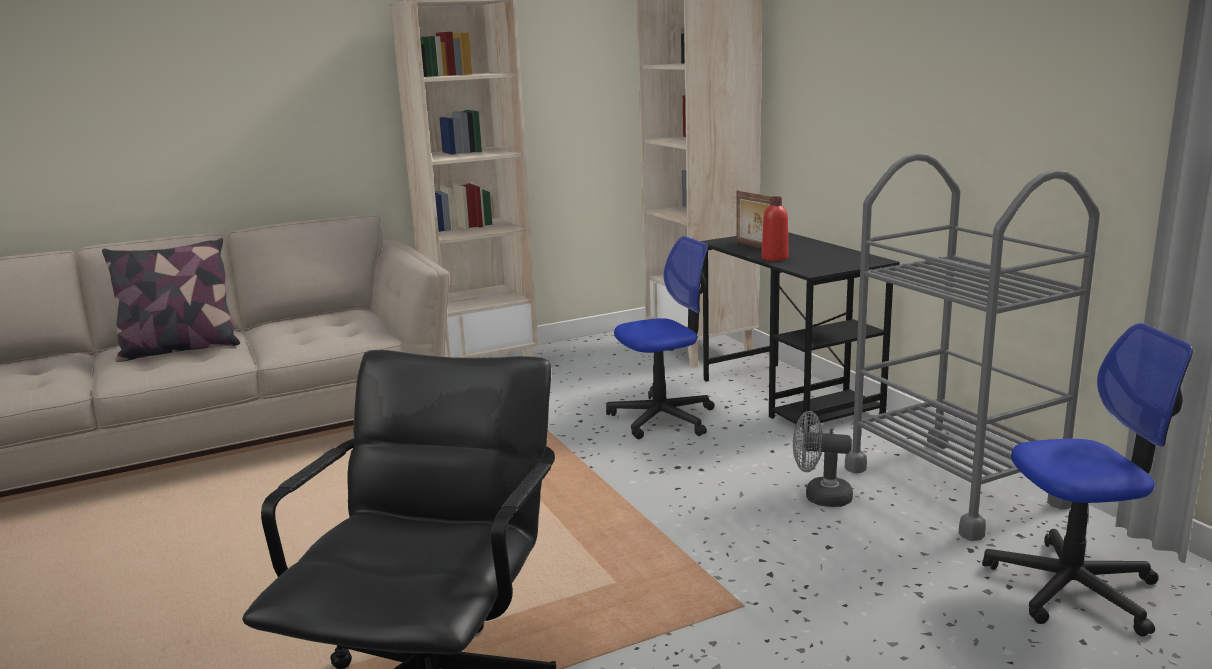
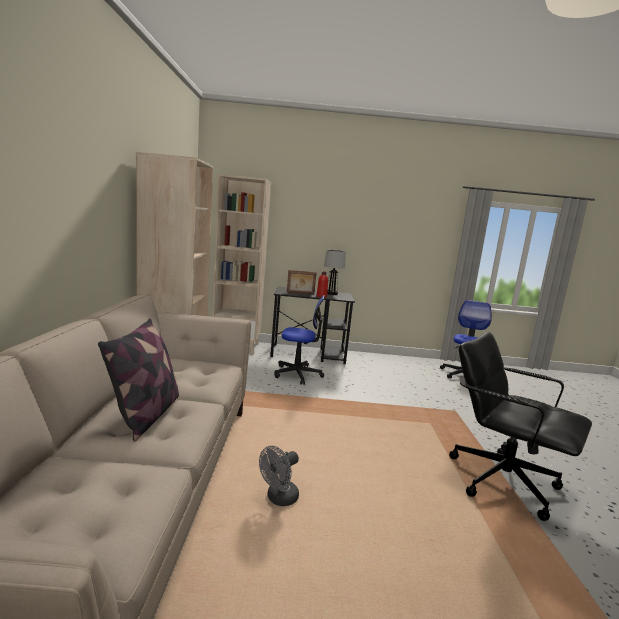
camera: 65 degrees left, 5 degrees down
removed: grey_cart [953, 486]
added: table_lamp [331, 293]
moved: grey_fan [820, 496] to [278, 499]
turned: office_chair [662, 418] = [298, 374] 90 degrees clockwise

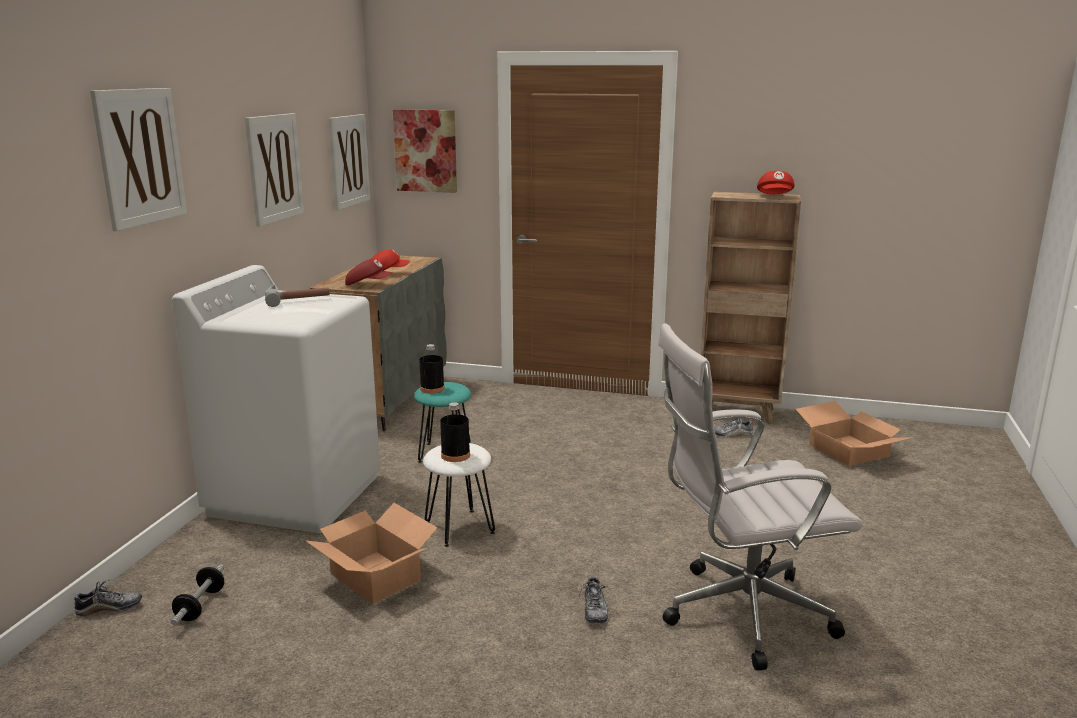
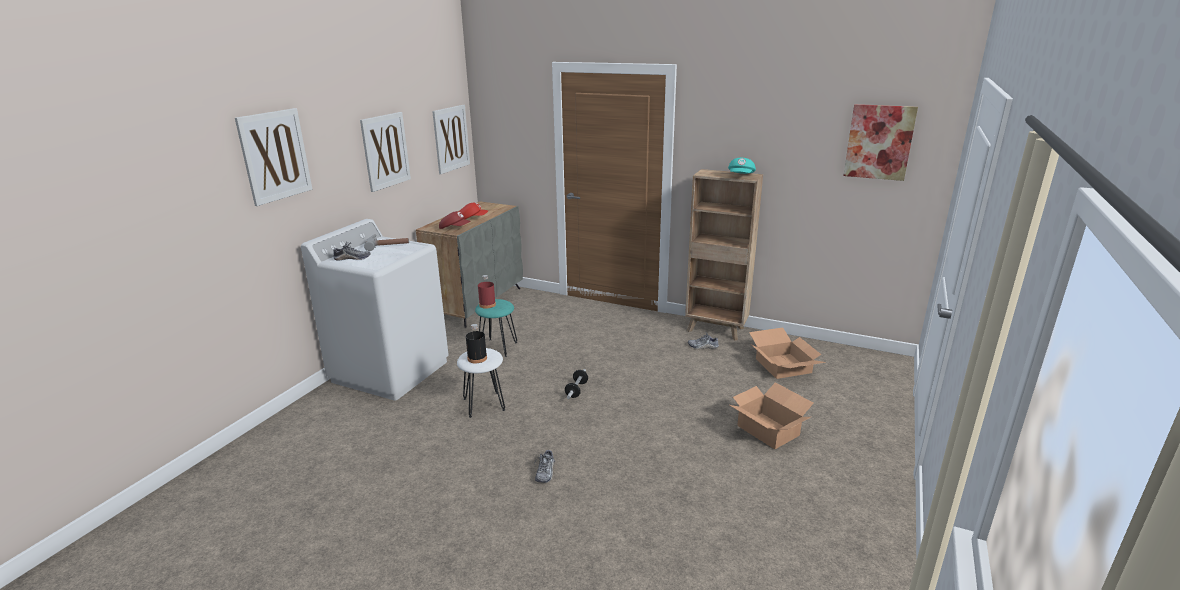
camera: 10 degrees right, 5 degrees up
removed: white_office_chair [739, 614]
moved: shoe [109, 608] to [352, 258]; dumbbell [200, 605] to [576, 390]; cardboard_box [375, 576] to [768, 430]; picture [426, 151] to [879, 142]
recoloured: black_bottle [432, 389] to red_bottle [487, 305]; red_cap [775, 197] to turquoise_cap [741, 176]

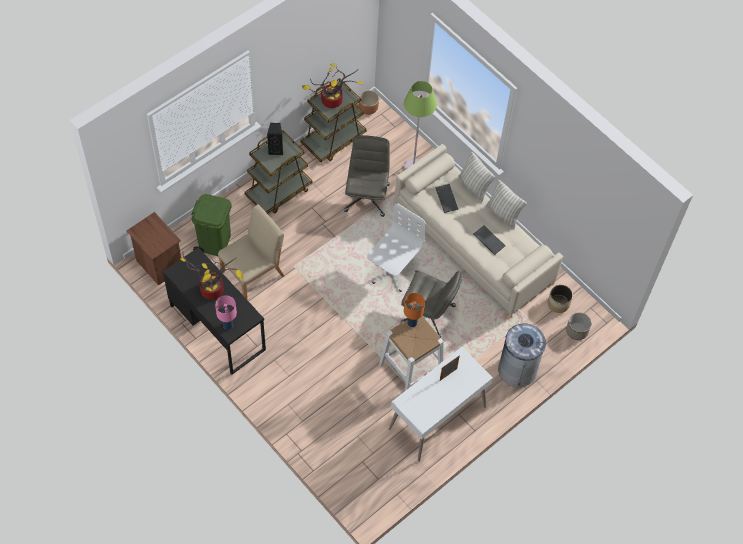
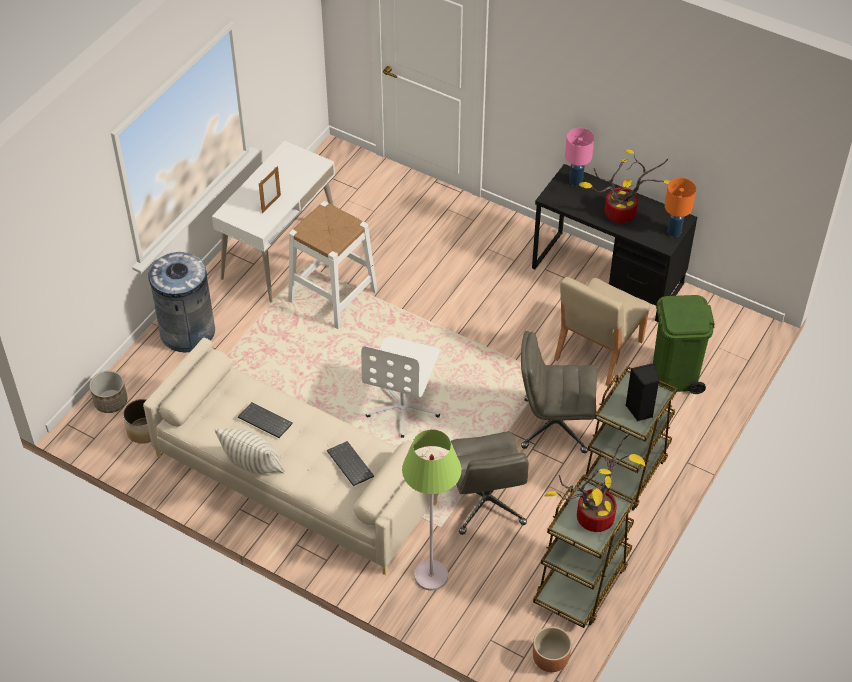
camera: 165 degrees right, 10 degrees down
removed: brown_nightstand [158, 265]; pillow [474, 187]
moved: grey_office_chair [429, 314] to [554, 426]; orange_table_lamp [412, 323] to [673, 231]

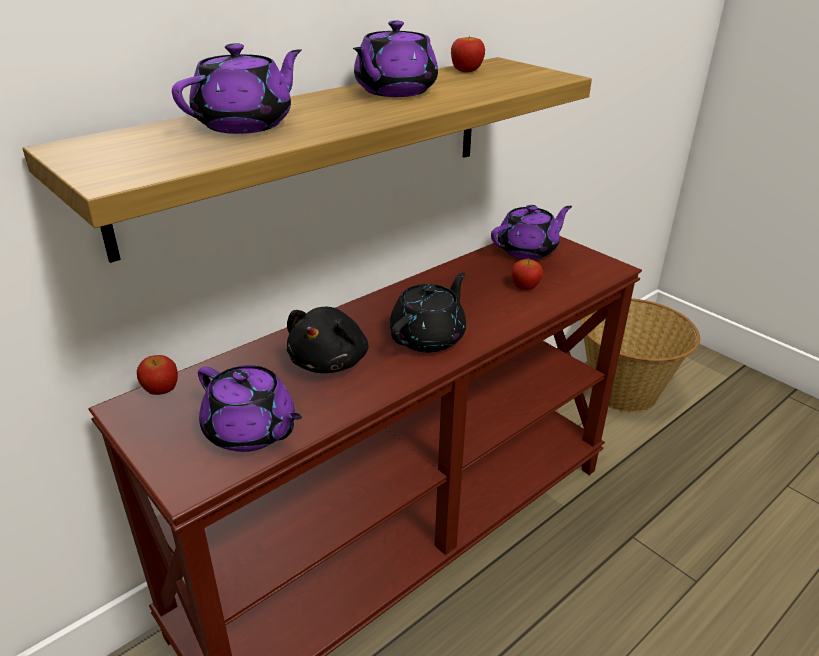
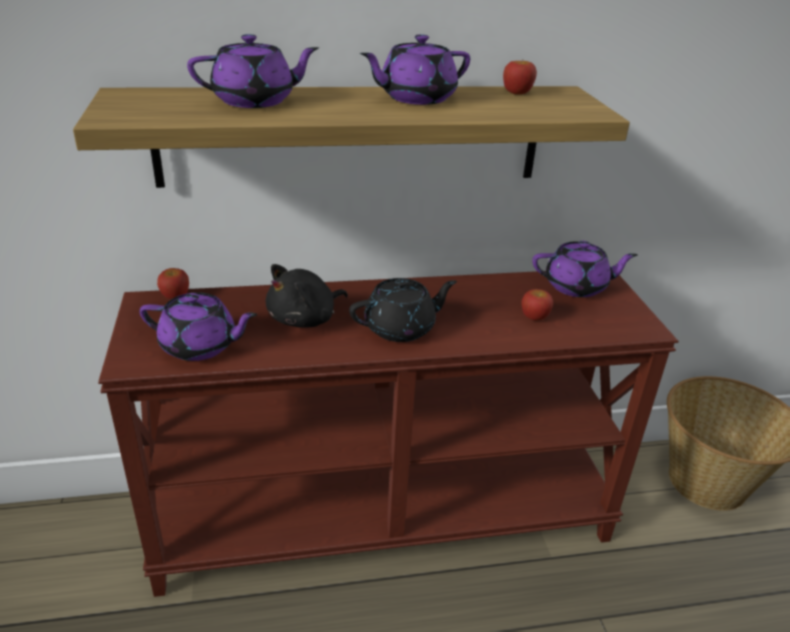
camera: 30 degrees right, 0 degrees up
turned: purple_teapot [251, 431] = [200, 346] 60 degrees counterclockwise

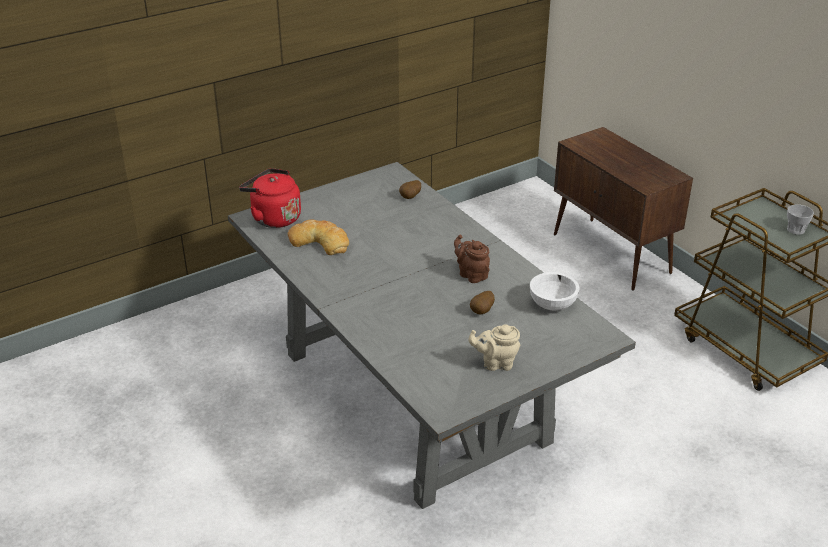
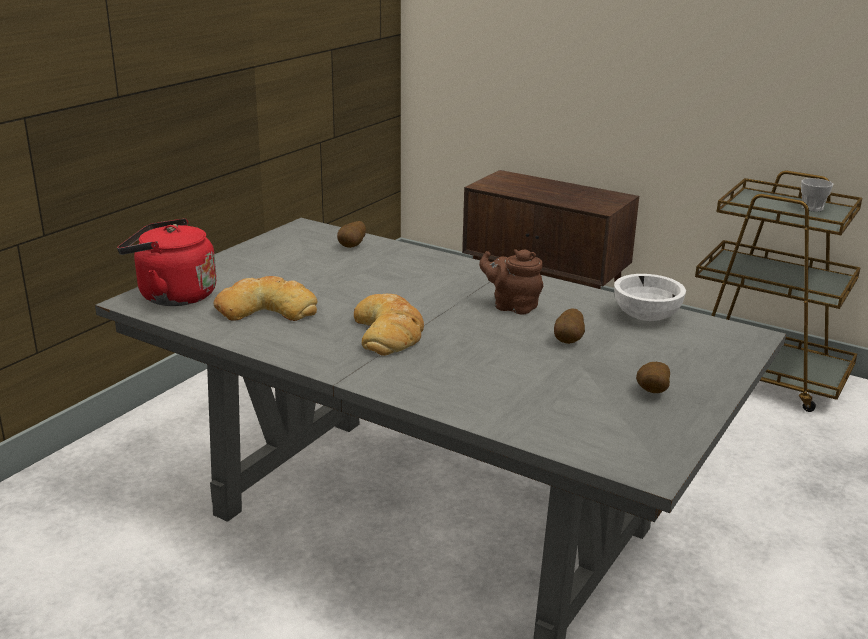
camera: 25 degrees left, 10 degrees down
added: bread [389, 332]
replaced: beige_teapot [495, 363] to potato [651, 393]

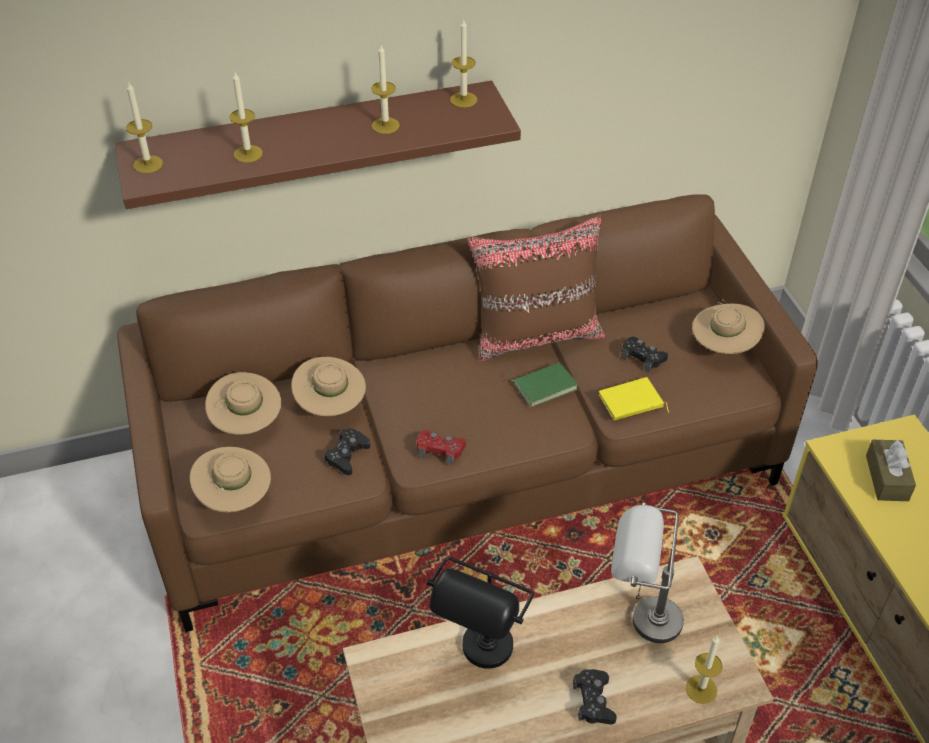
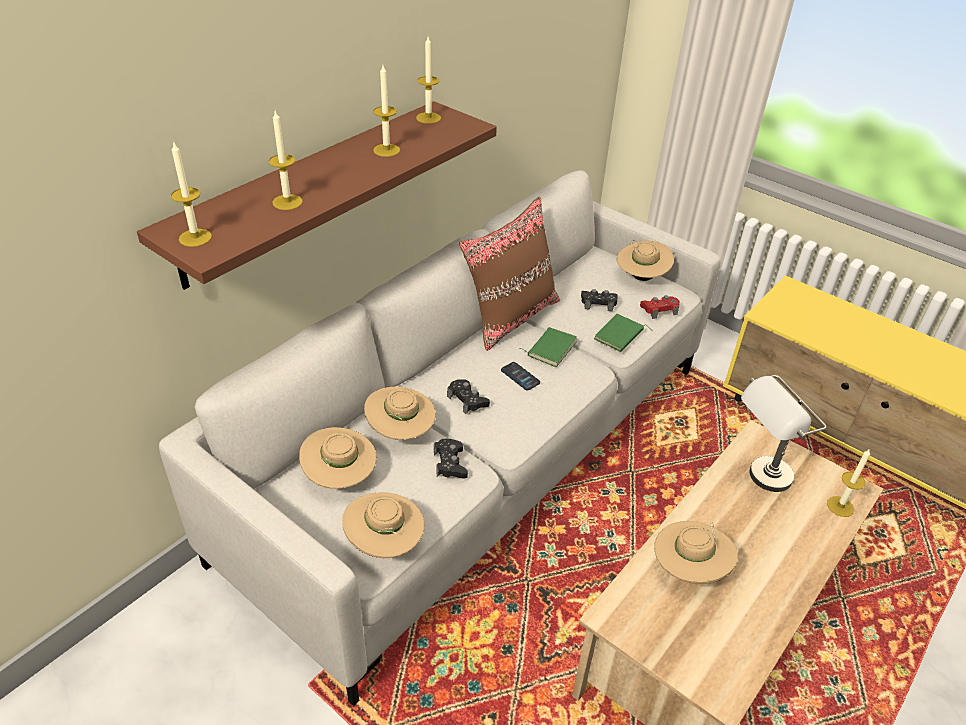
camera: 35 degrees left, 5 degrees down
removed: brown_tissue_box [886, 478]
added: phone [520, 376]
moved: red_game_controller [440, 450] to [659, 310]; black_game_controller [593, 701] to [467, 400]
replaced: black_table_lamp [481, 661] to beige_hat [689, 569]
recoloured: brown_sofa [464, 470] to grey_sofa [478, 457]; yellow_book [631, 403] to green_book [620, 336]

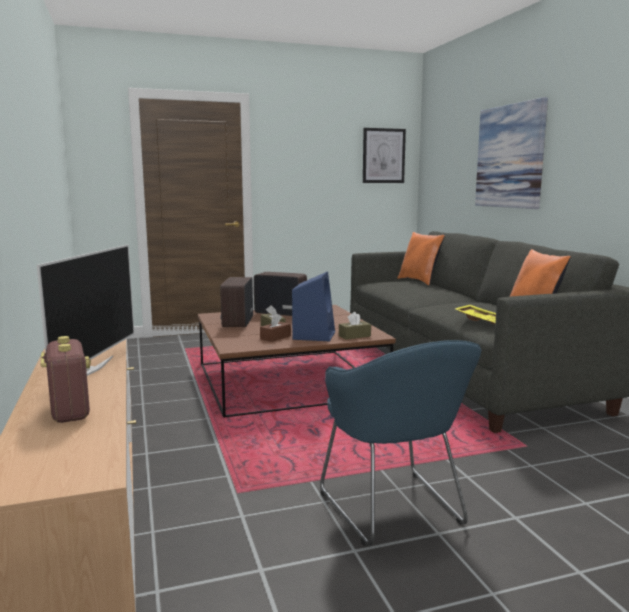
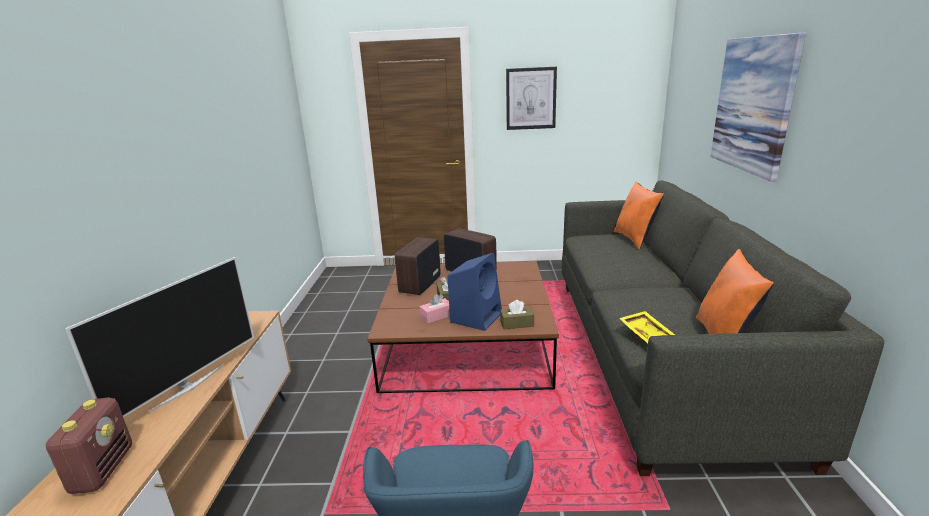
camera: 20 degrees right, 10 degrees up
moved: picture [383, 156] to [531, 98]
recoloured: brown_tissue_box [275, 337] to pink_tissue_box [437, 316]

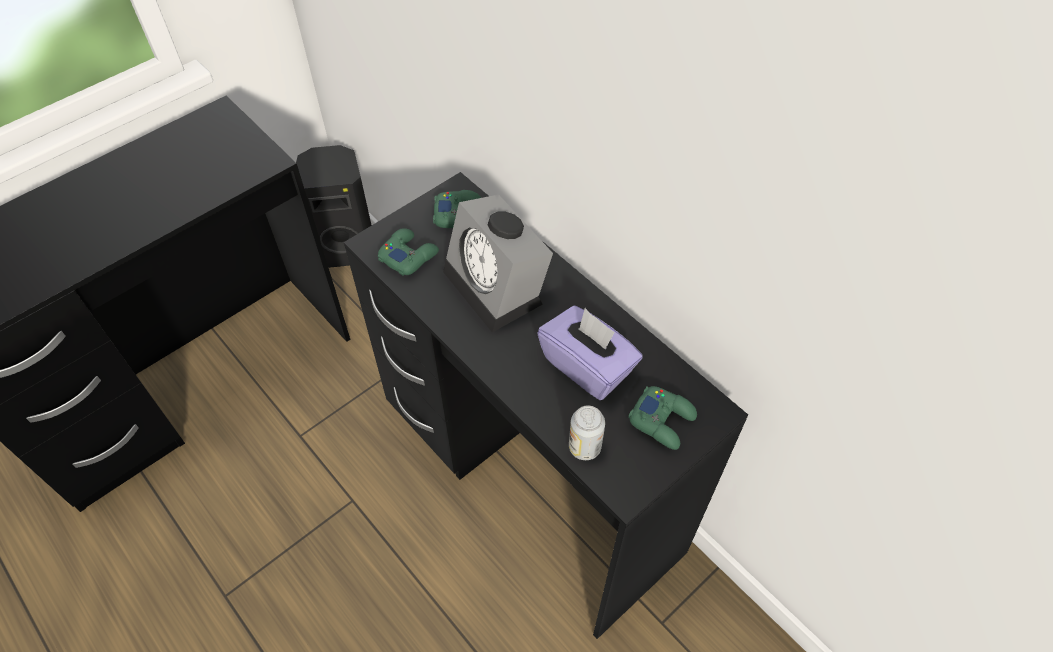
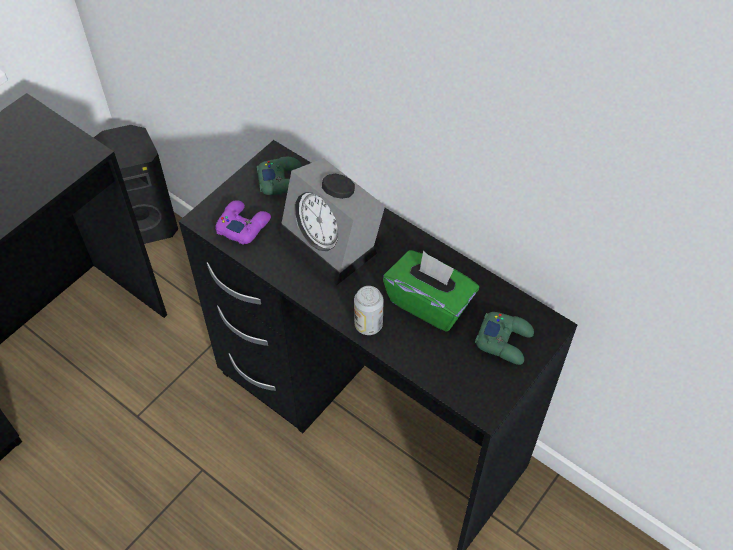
camera: 10 degrees left, 0 degrees up
moved: can [584, 447] to [368, 325]
recoloured: green_game_controller [408, 255] to purple_game_controller [243, 225]; purple_tissue_box [588, 366] to green_tissue_box [429, 303]

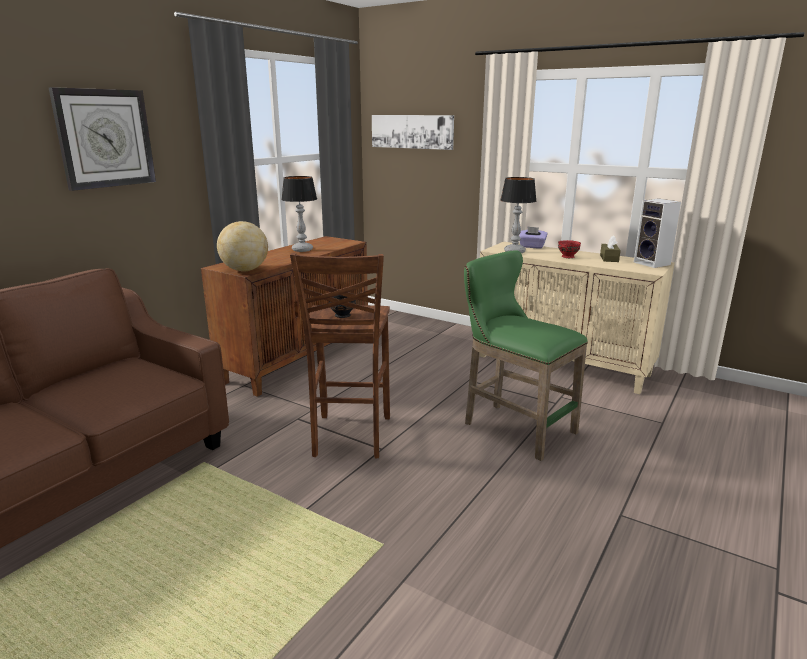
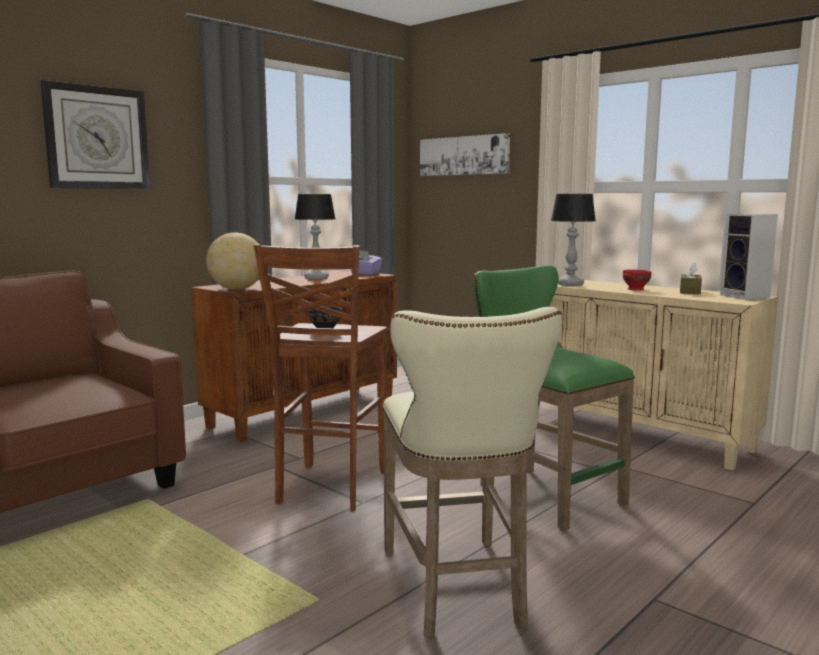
camera: 10 degrees right, 10 degrees down
added: beige_stool [456, 590]
moved: purple_tissue_box [532, 247] to [365, 273]

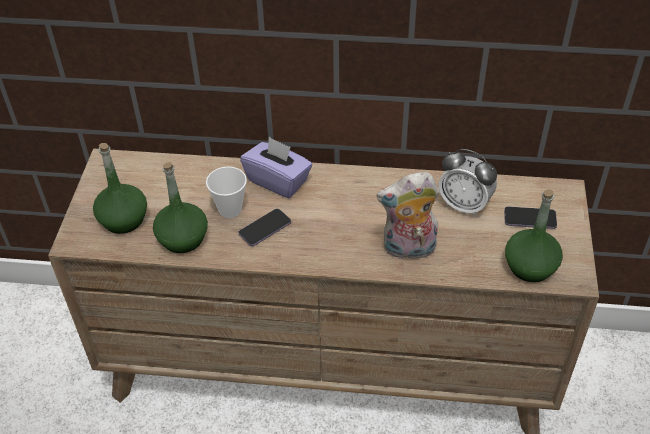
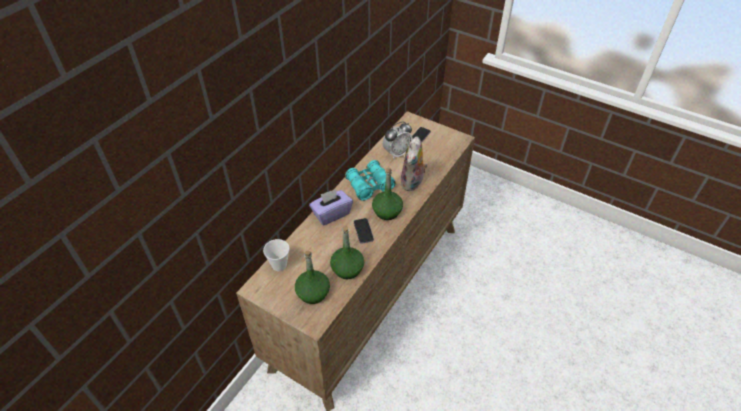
camera: 65 degrees left, 0 degrees up
added: turquoise_binoculars [369, 185]
moved: cup [230, 209] to [279, 265]; green_bottle [530, 266] to [387, 212]

